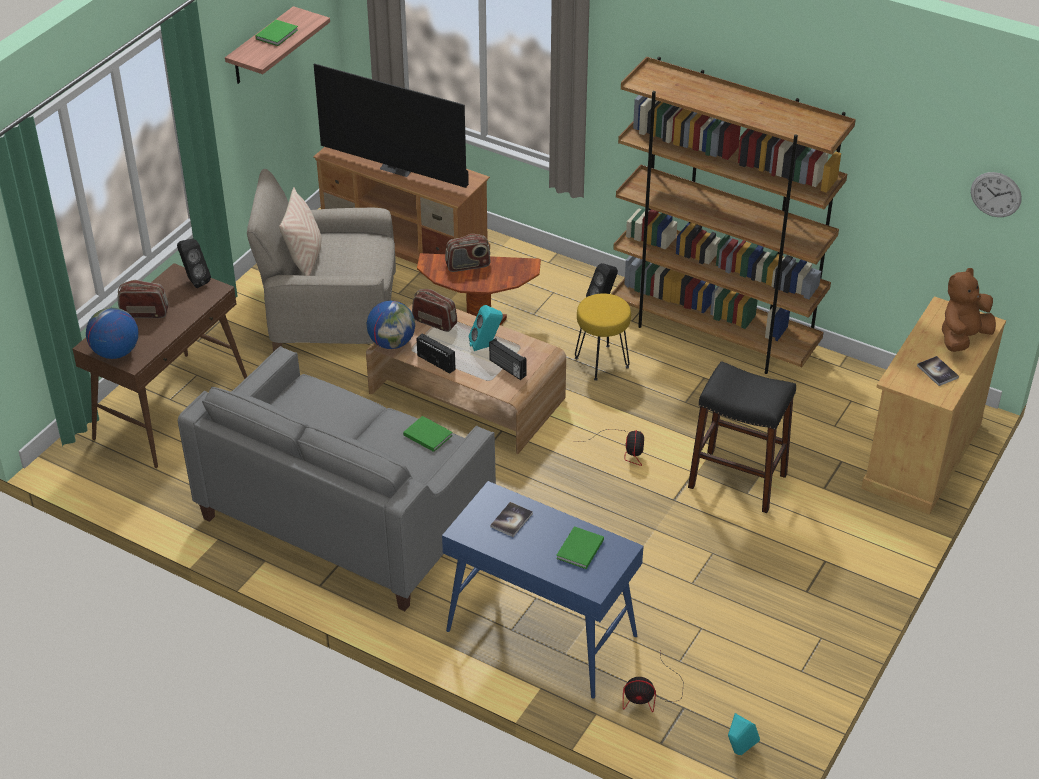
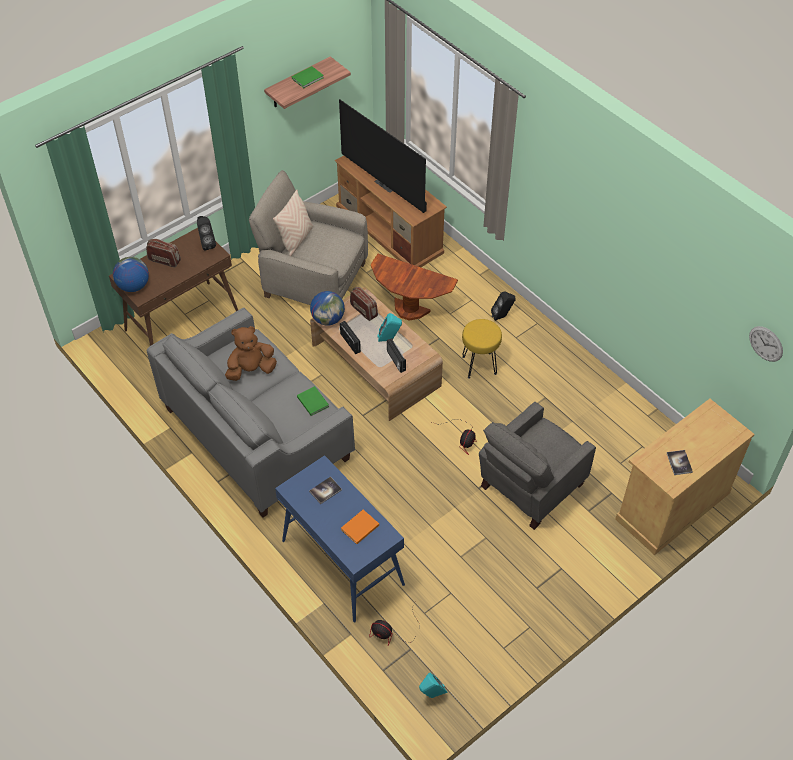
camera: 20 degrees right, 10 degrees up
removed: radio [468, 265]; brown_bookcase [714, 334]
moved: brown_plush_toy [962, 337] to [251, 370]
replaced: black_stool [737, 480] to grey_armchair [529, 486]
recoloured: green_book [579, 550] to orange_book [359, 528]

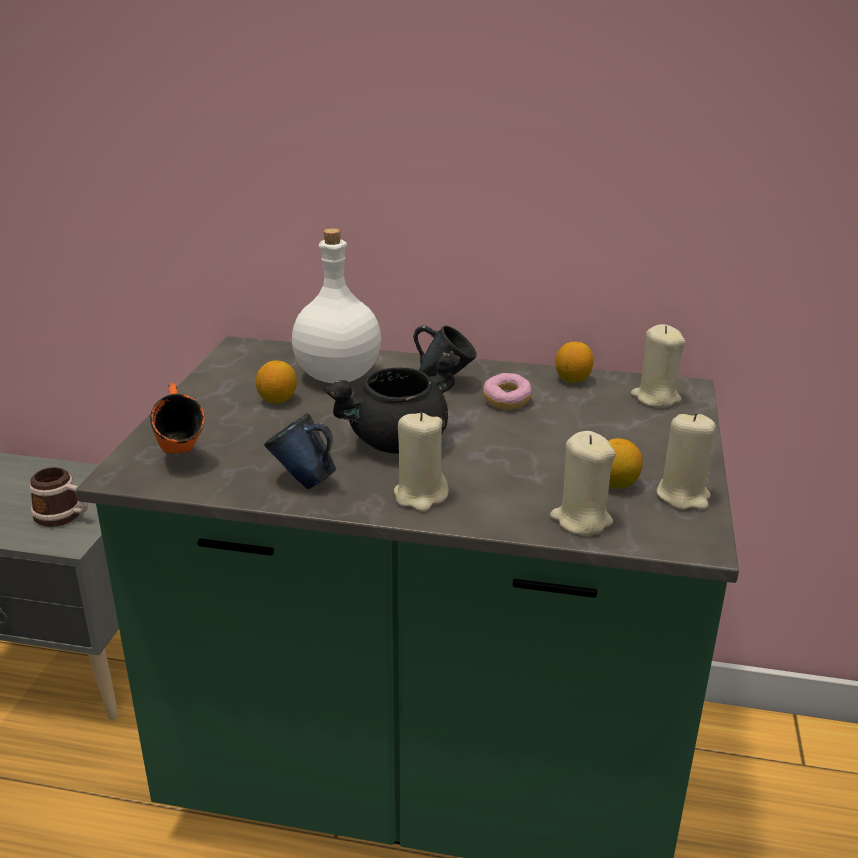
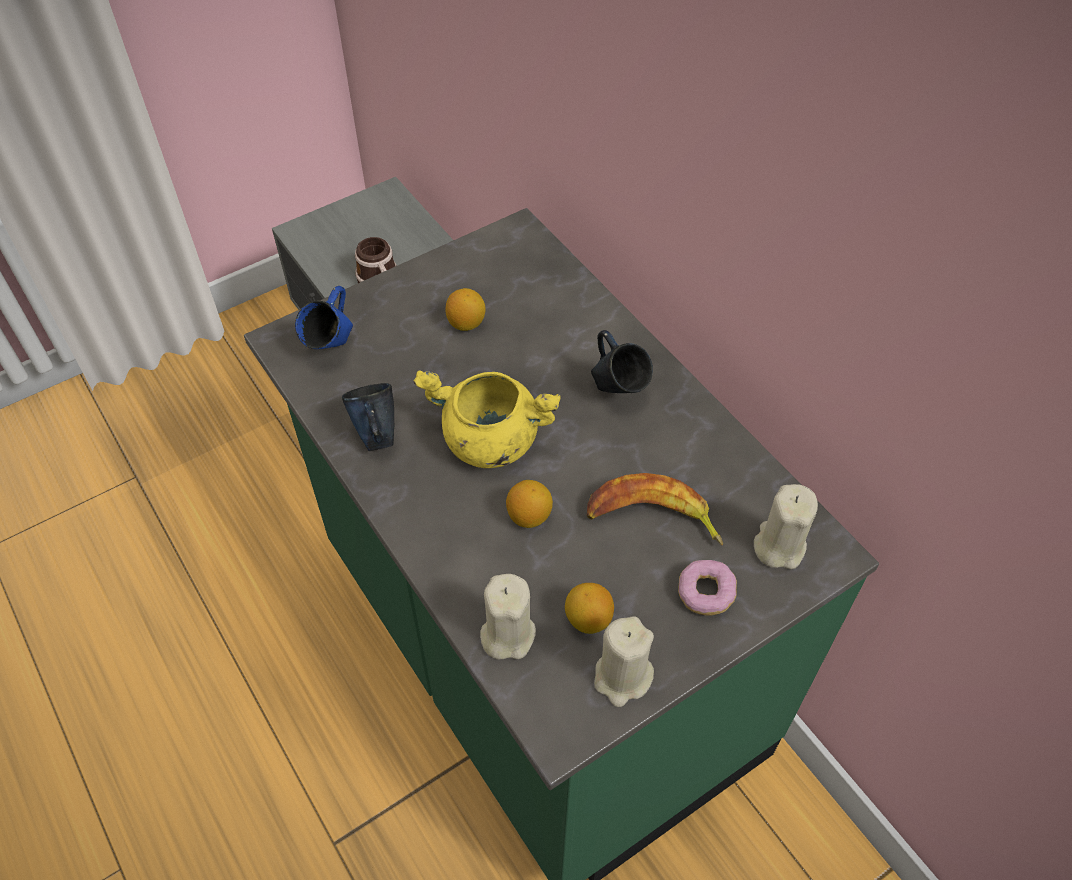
camera: 45 degrees right, 25 degrees up
removed: white_bottle [336, 377]; beige_candle [420, 496]
added: banana [652, 518]
moved: donut [506, 401] to [705, 593]; lemon [572, 379] to [529, 516]
recoloured: orange_mug [181, 458] to blue_mug [333, 347]; black_cooking_pot [397, 443] to yellow_cooking_pot [488, 441]

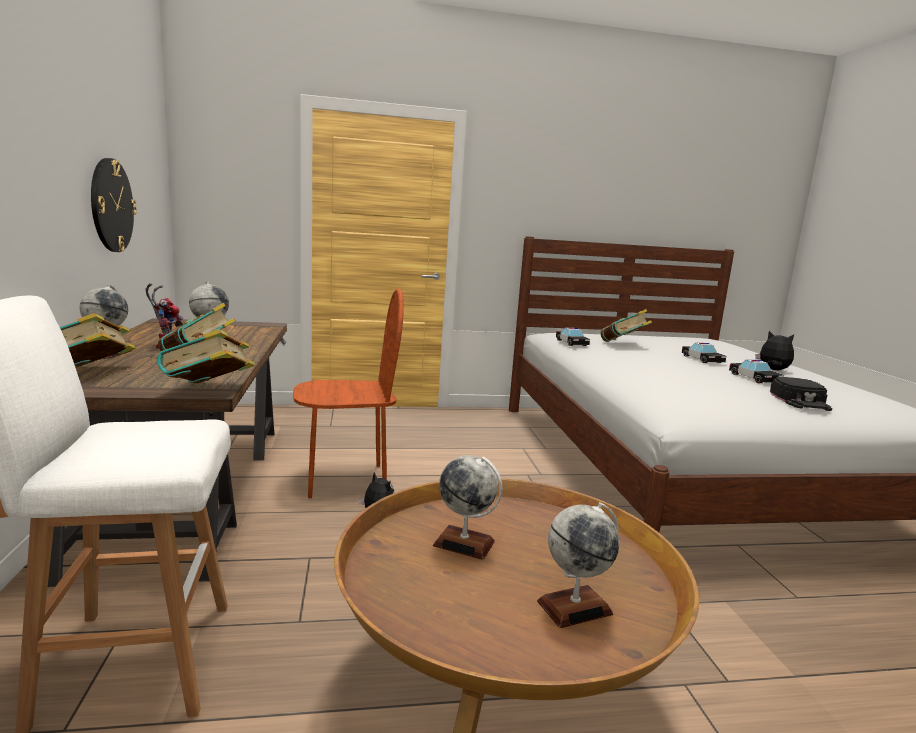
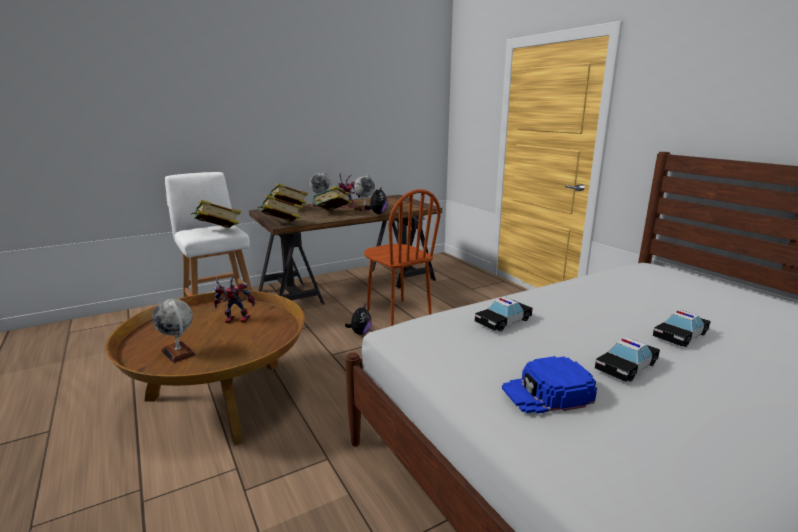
camera: 70 degrees right, 5 degrees up
removed: wall_clock [111, 205]
moved: toy_car [571, 343] to [503, 321]; book [623, 345] to [218, 231]; plush_toy [773, 370] to [377, 213]
replaced: globe [464, 543] to toy_robot [234, 320]
recoloured: black_cap [800, 400] to blue_cap [547, 393]

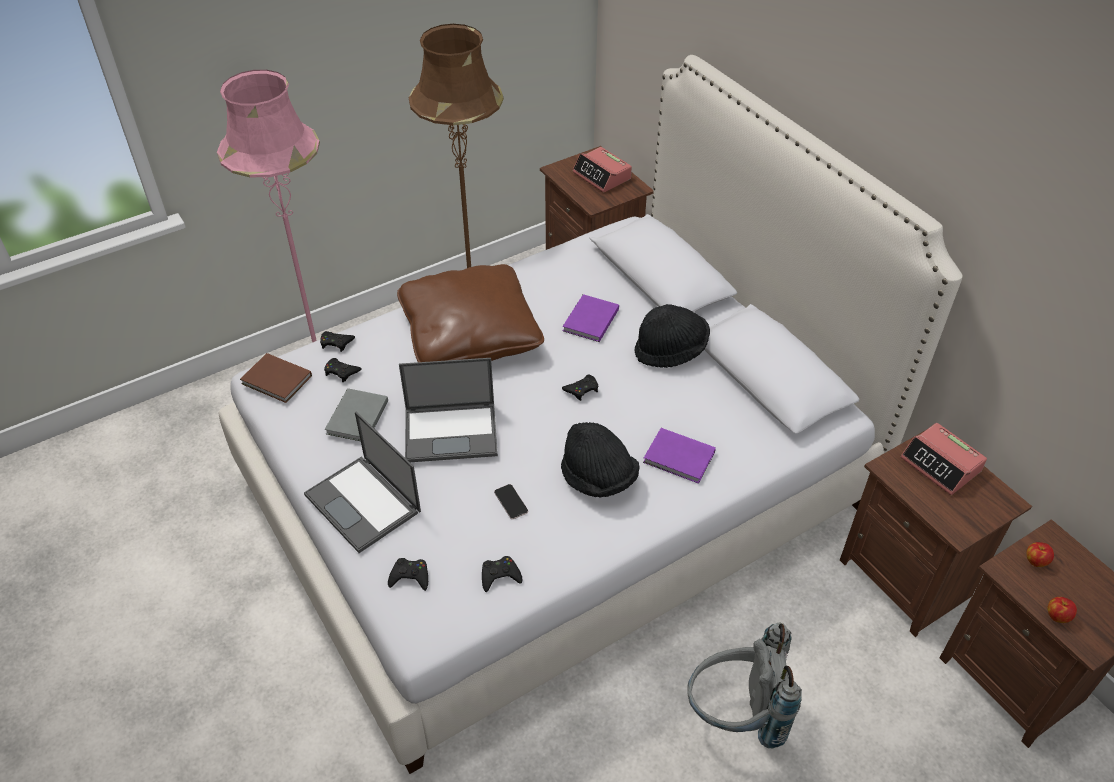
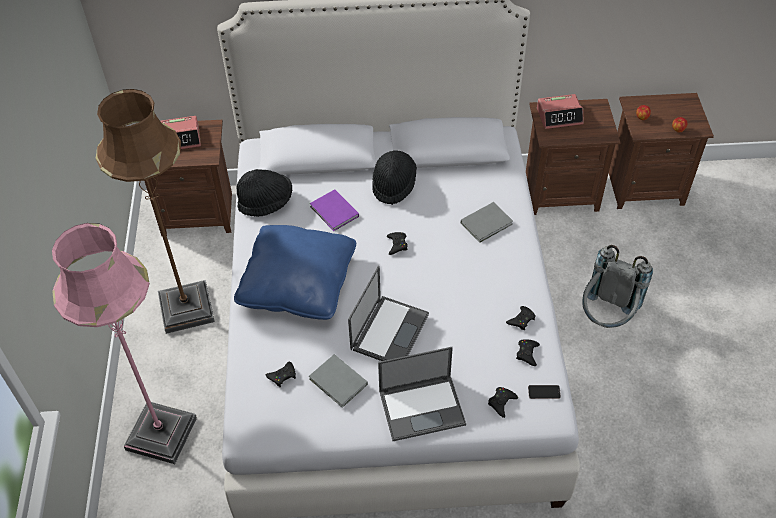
camera: 60 degrees left, 5 degrees up
removed: brown_book [277, 381]
moved: black_game_controller [336, 343] to [521, 320]; phone [511, 502] to [544, 392]; black_hat [598, 478] to [266, 202]
recoloured: brown_pillow [470, 334] to blue_pillow [297, 283]; purple_book [680, 458] to grey_book [488, 223]

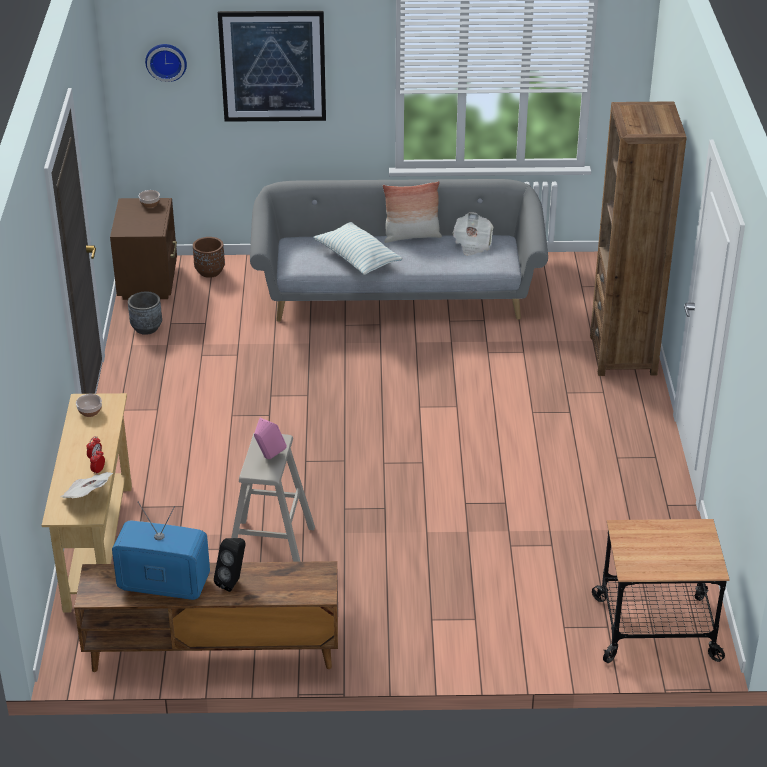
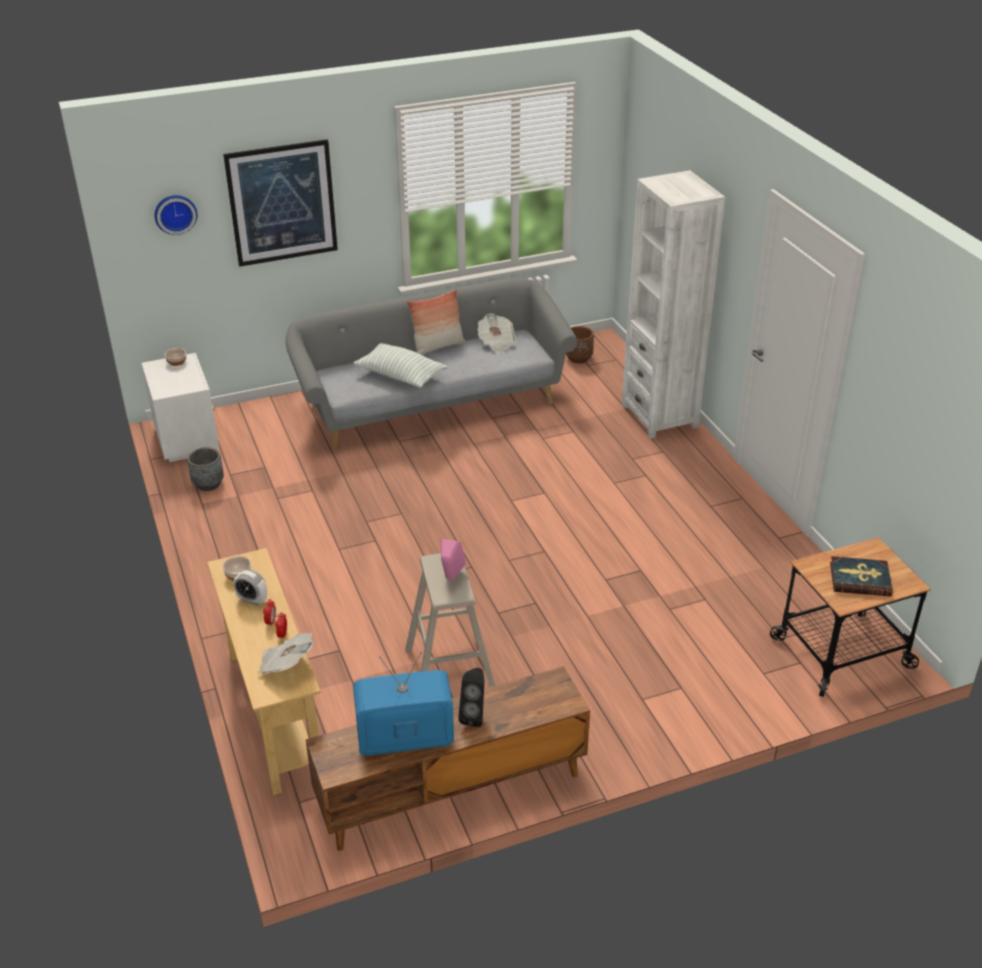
camera: 20 degrees left, 0 degrees up
added: alarm_clock [252, 600]; book [860, 579]
moved: brown_planter [210, 272] to [578, 358]
recoloured: brown_nightstand [149, 281] to white_nightstand [187, 440]; brown_bookcase [623, 355] to white_bookcase [659, 416]

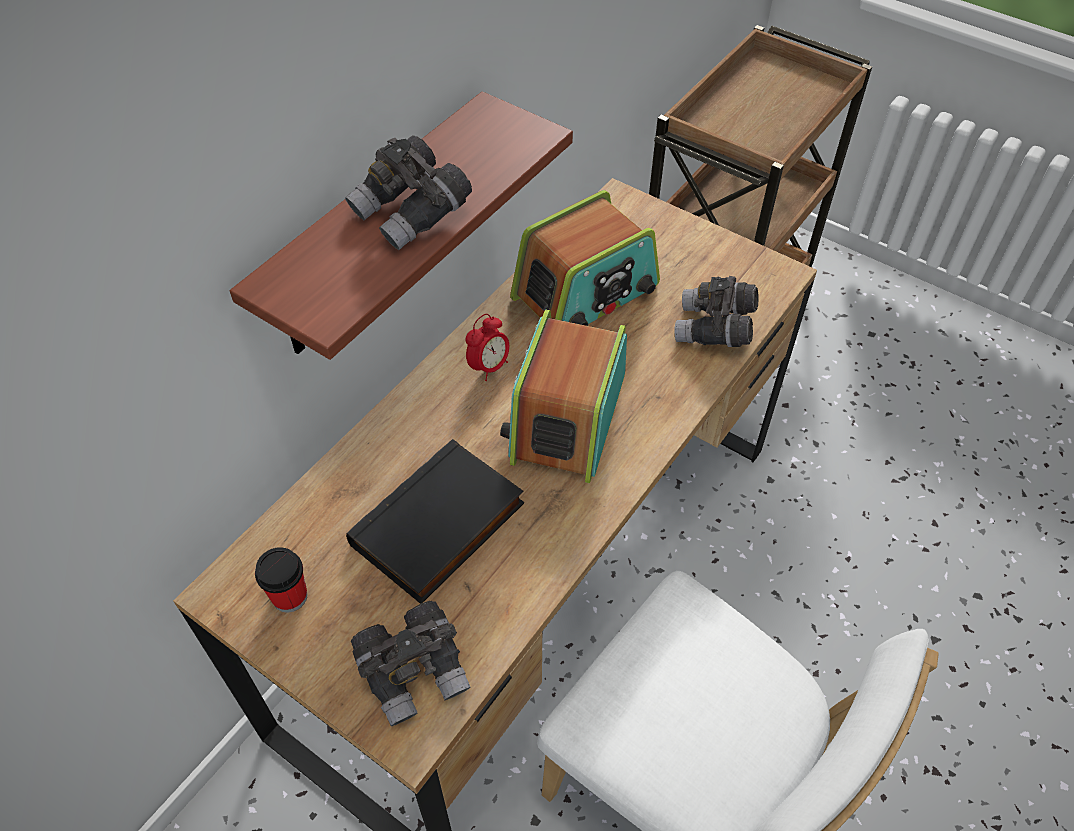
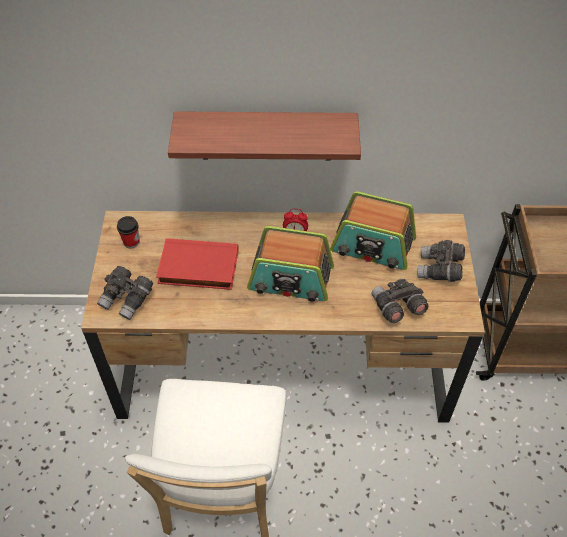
camera: 55 degrees right, 0 degrees up
moved: grey_binoculars [412, 214] to [439, 270]
recoloured: black_book [440, 527] to red_book [197, 268]
turned: radio [566, 417] = [291, 279] 150 degrees counterclockwise

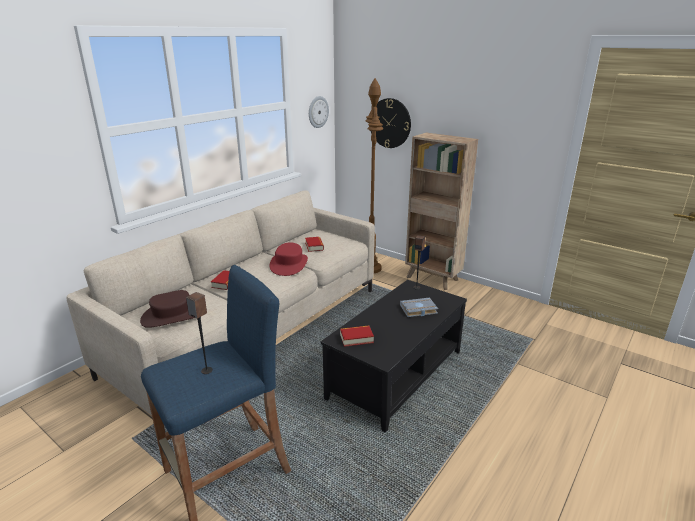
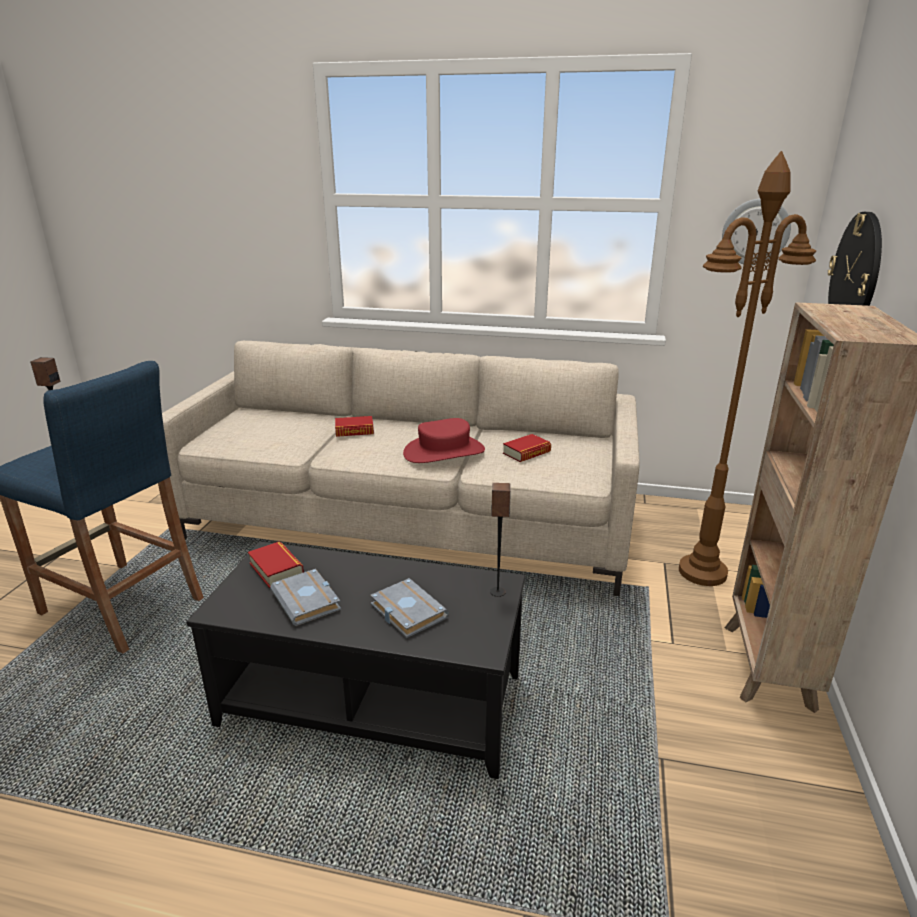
camera: 65 degrees right, 0 degrees up
removed: brown_hat [172, 316]
added: grey_book [308, 601]

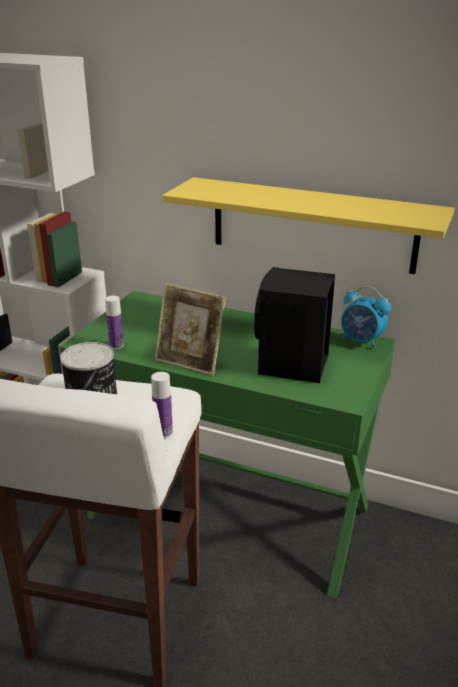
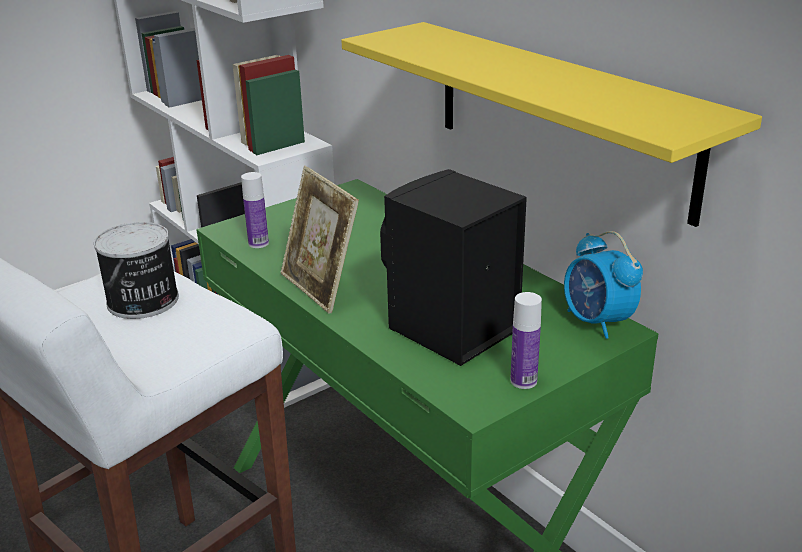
camera: 30 degrees right, 0 degrees up
moved: bottle [163, 432] to [523, 381]

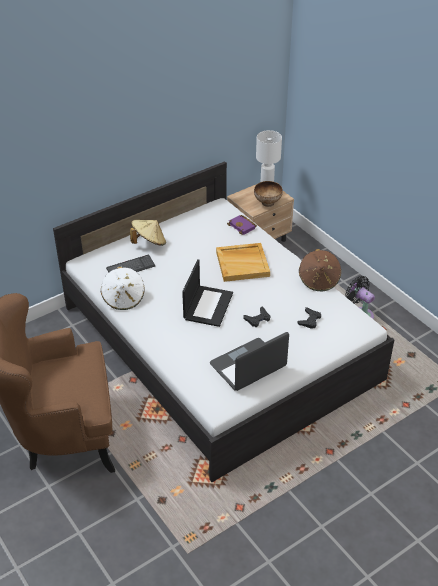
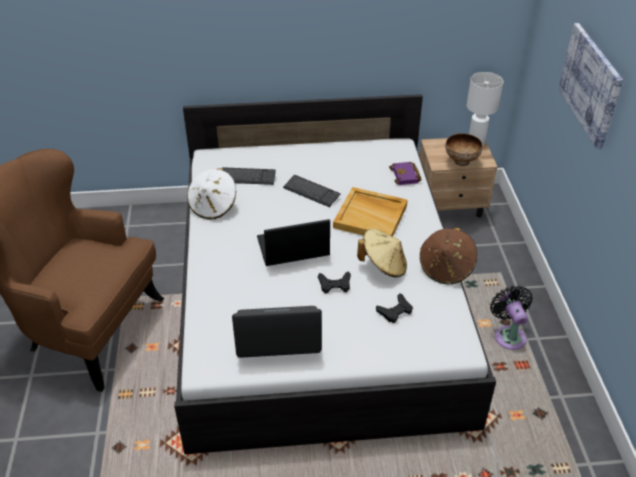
camera: 30 degrees right, 0 degrees up
added: keyboard [311, 192]; picture [590, 84]
moved: beige_hat [149, 242] to [383, 265]
turned: laptop [208, 305] = [292, 247] 150 degrees counterclockwise

